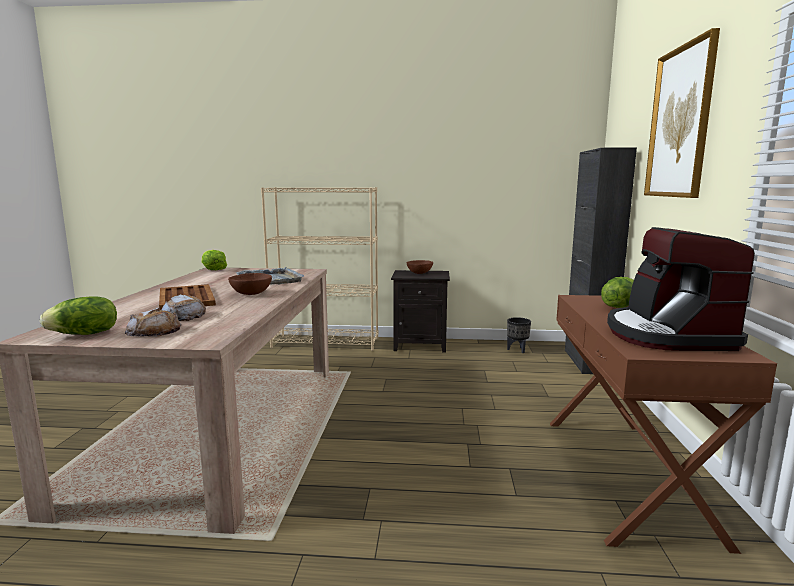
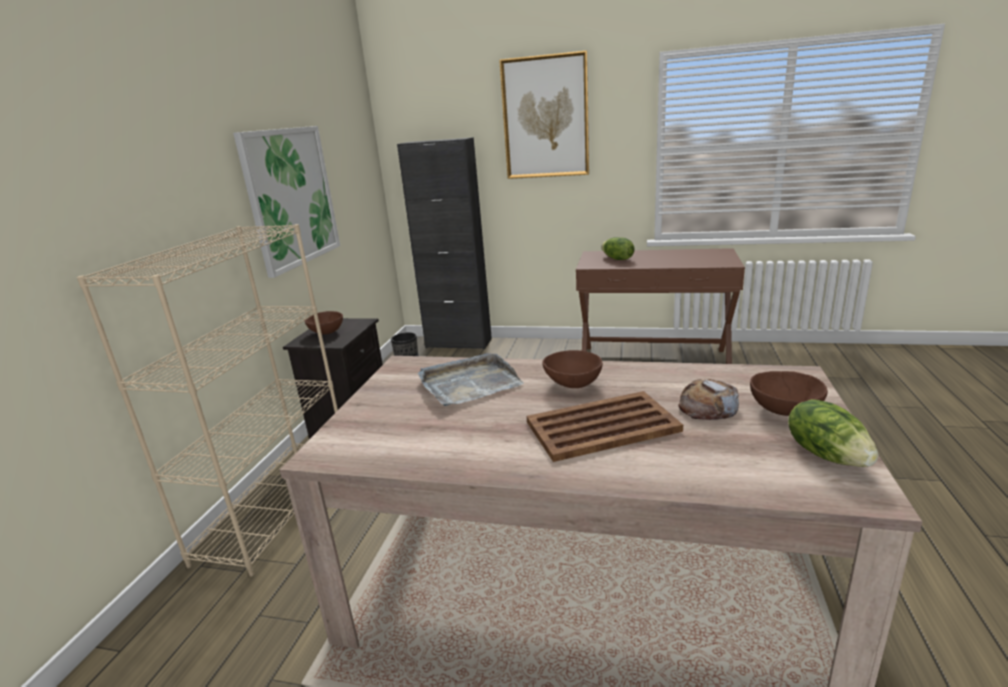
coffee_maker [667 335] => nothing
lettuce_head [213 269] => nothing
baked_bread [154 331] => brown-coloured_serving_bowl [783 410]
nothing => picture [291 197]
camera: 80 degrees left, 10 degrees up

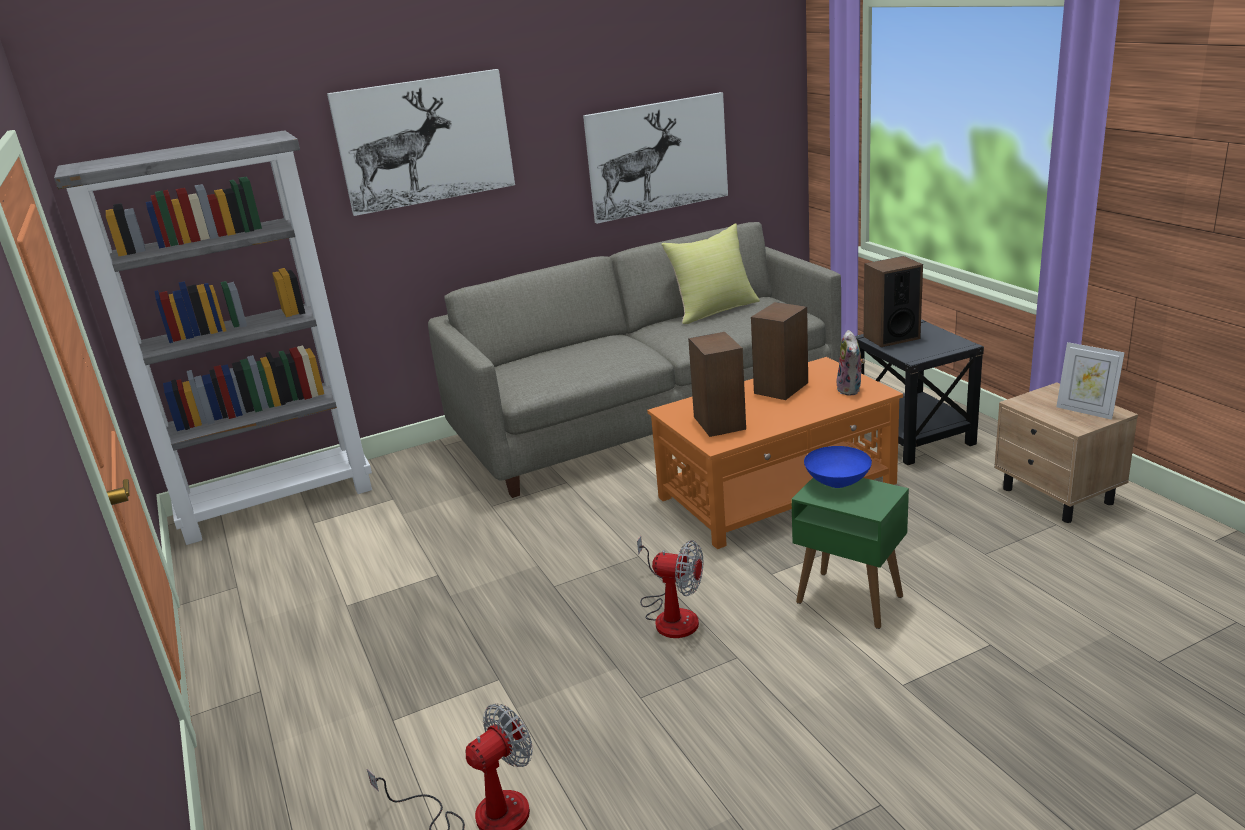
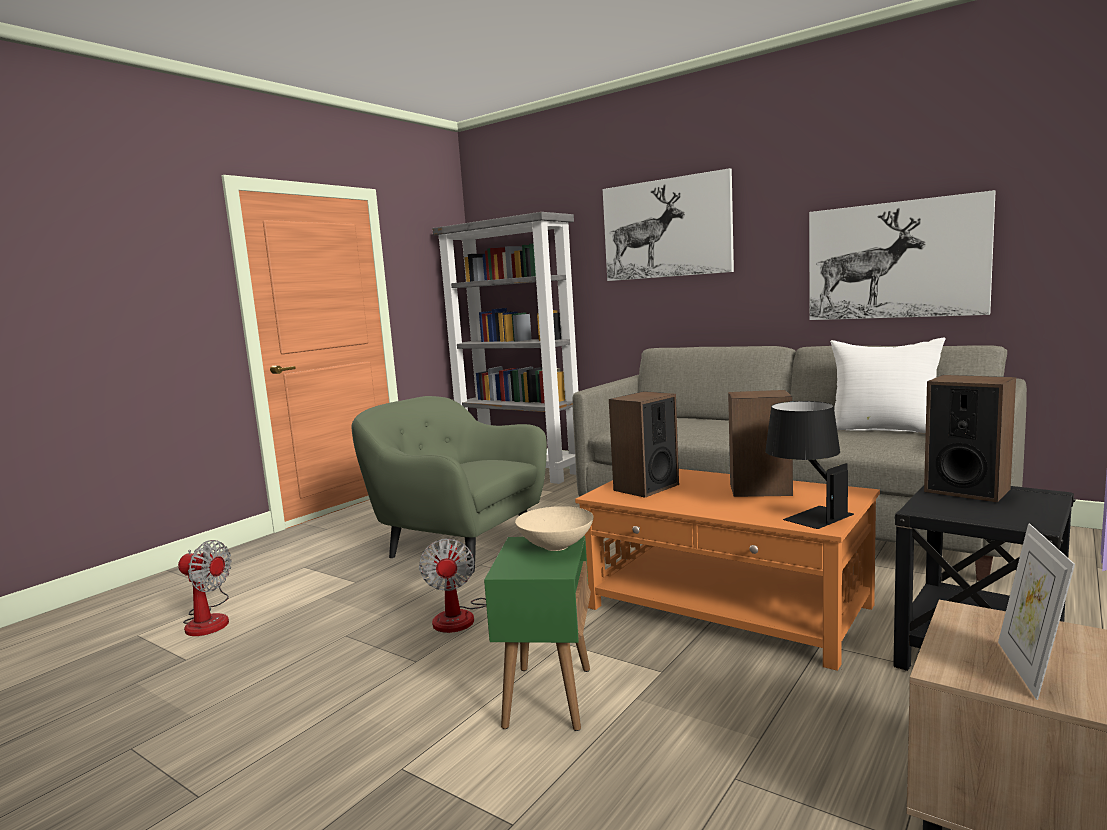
yellowish_pillow [714 310] => whitish_pillow [884 430]
plush_toy [851 390] => black-coloured_table_lamp [806 514]
blue-coloured_serving_bowl [837 482] => beige-coloured_serving_bowl [557 546]
nothing => green_armchair [458 545]
camera: 60 degrees right, 15 degrees down

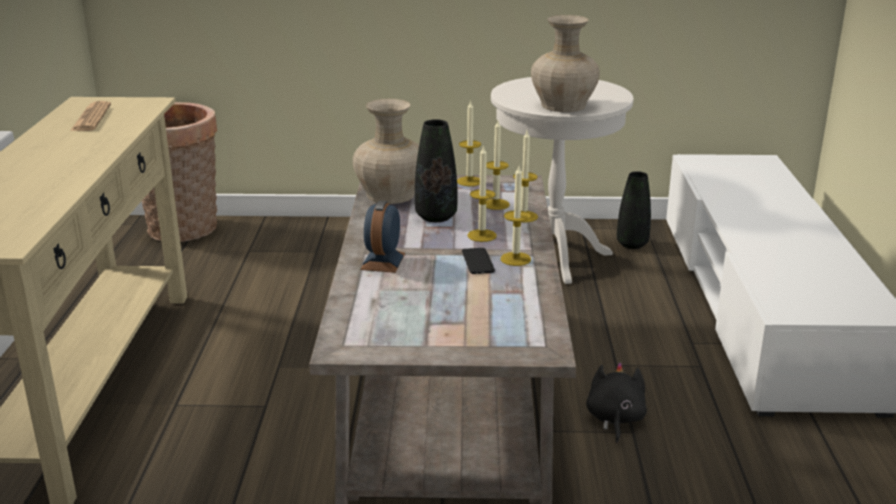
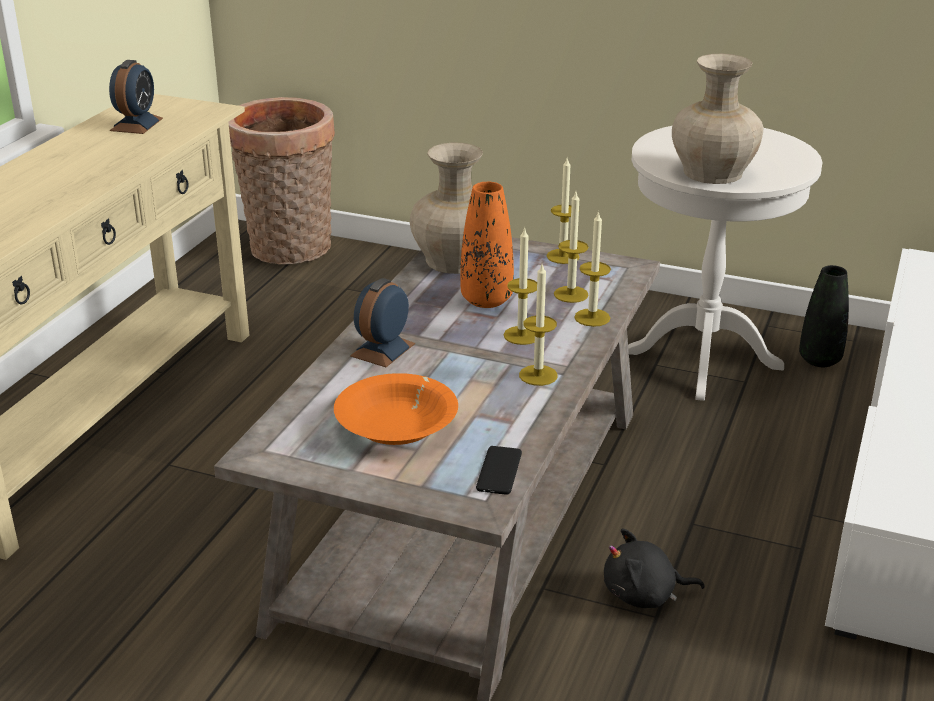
printed_paper [91 118] => alarm_clock [136 124]
black-coloured_vase [436 217] => orange-coloured_vase [486 300]
handset [478 261] => handset [499 471], shifted
black-coloured_plush_toy [614 419] => black-coloured_plush_toy [644 595], 120 degrees counterclockwise
nothing => orange-coloured_serving_bowl [397 425]
camera: 20 degrees right, 5 degrees up

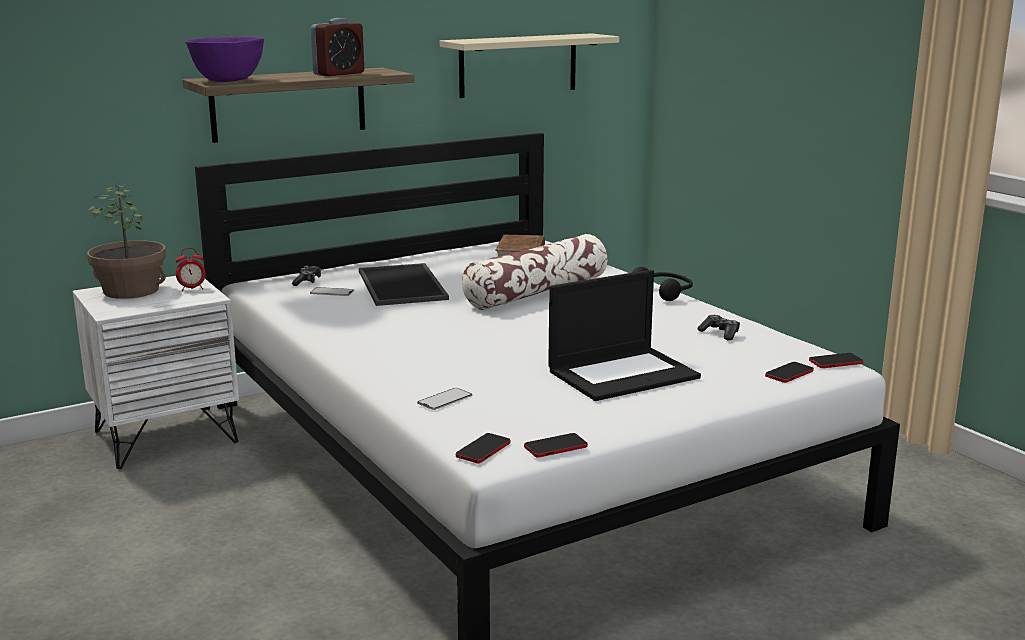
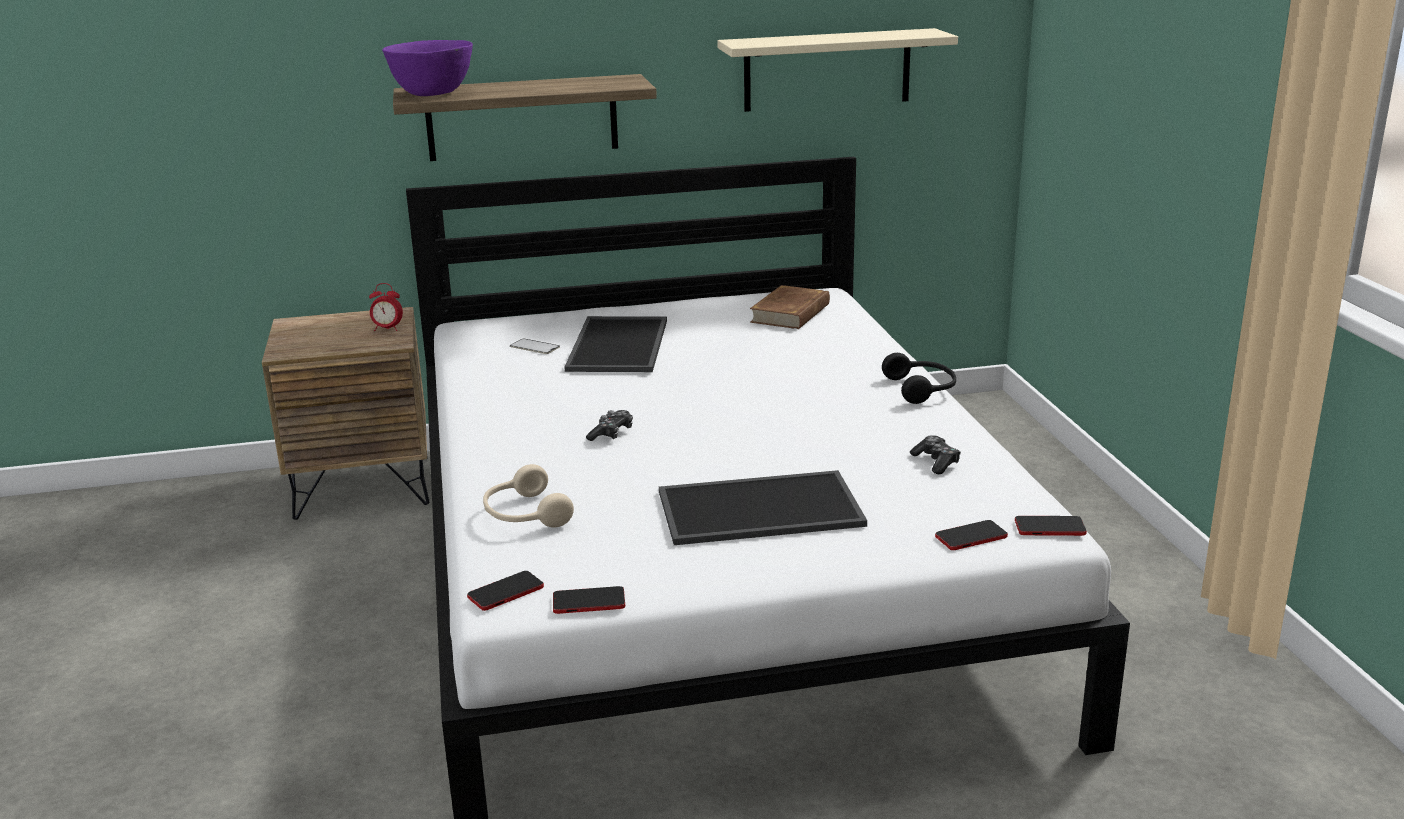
alarm_clock [339 74] => nothing
plant_in_a_pot [132 290] => nothing
pillow [537 292] => nothing
game_controller [308 281] => game_controller [611 434], shifted
portable_computer [623 374] => carrying_tray [761 507]
whitish_nightstand [166 436] => brown-coloured_nightstand [363 486]
handset [444 399] => beige-coloured_pair_of_headphones [524 515]
camera: 20 degrees right, 5 degrees up

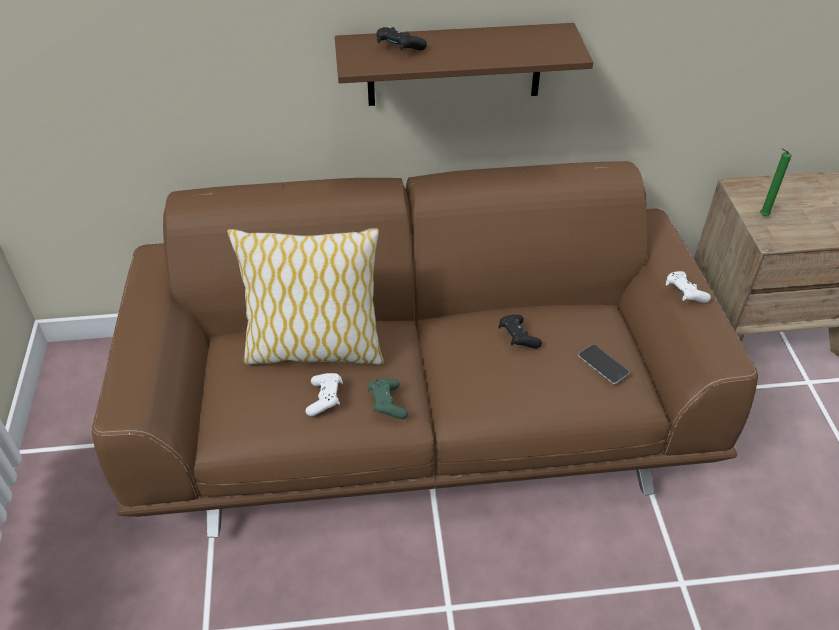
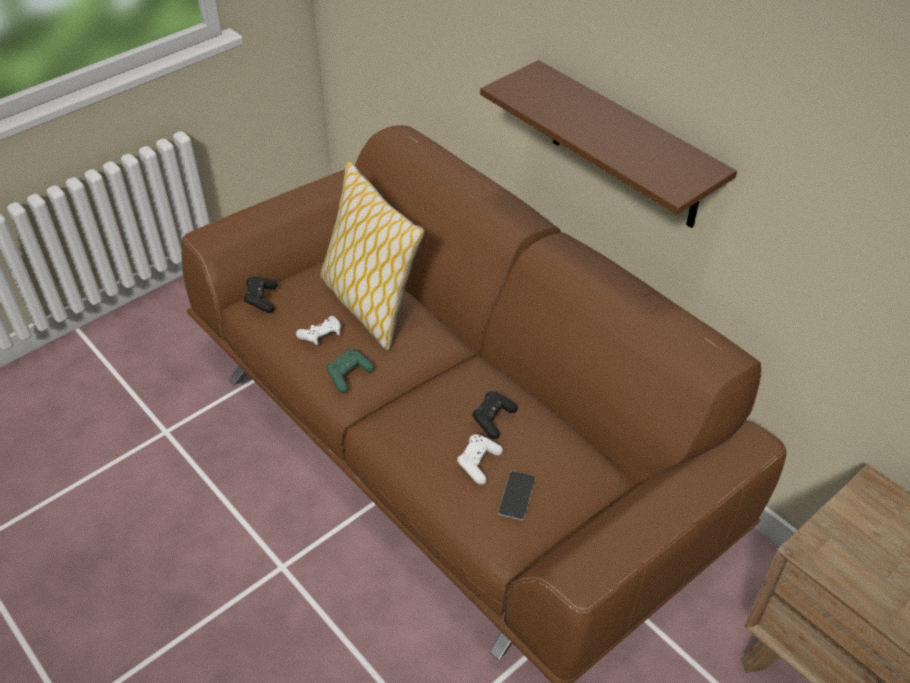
black-coloured_game_controller [399 49] => black-coloured_game_controller [261 300], shifted
green_wax_light [762 216] => nothing
whitish_game_controller [684 294] => whitish_game_controller [478 463], shifted
camera: 55 degrees right, 0 degrees up

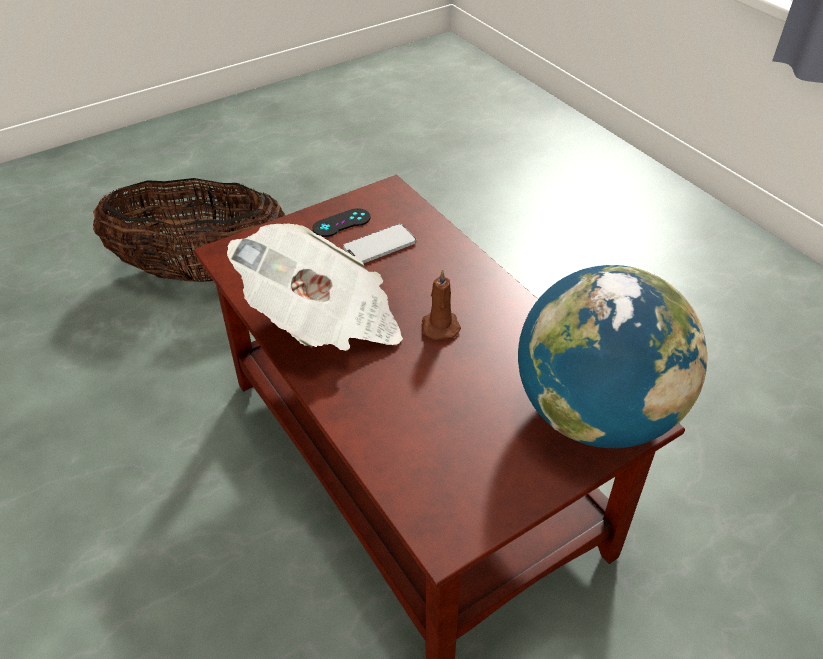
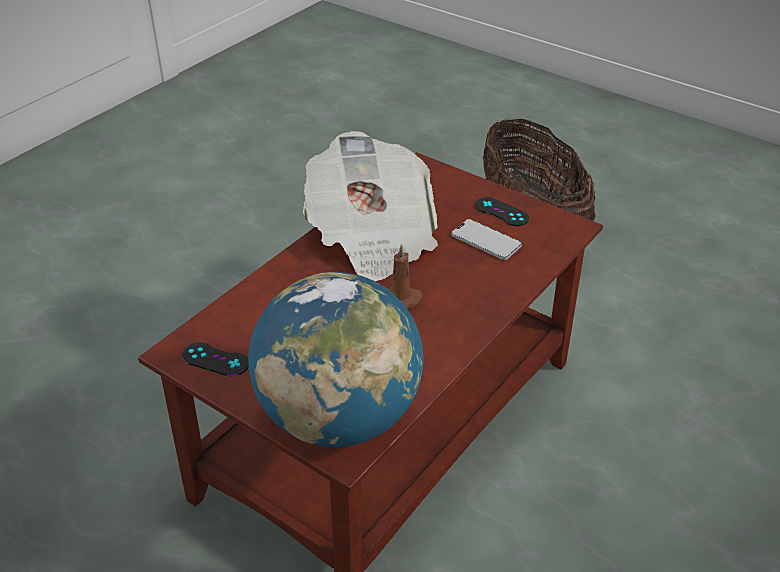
nothing => black-coloured_game_controller [215 360]
camera: 70 degrees right, 5 degrees down

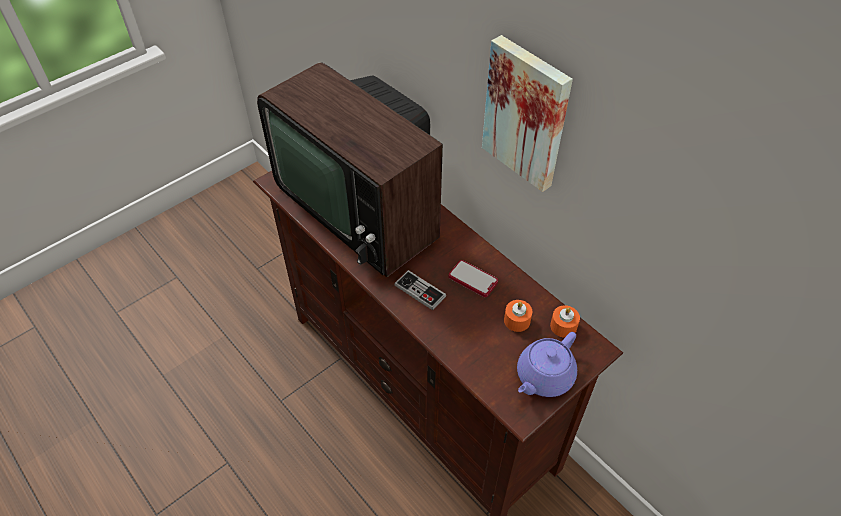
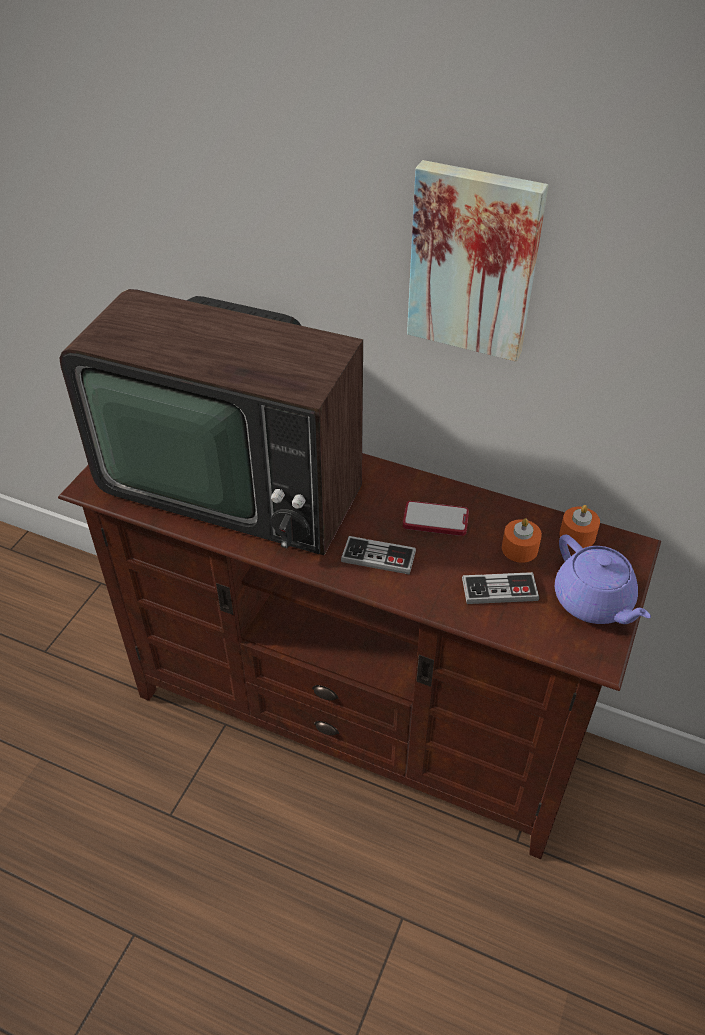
purple-coloured_pot_for_tea [543 377] => purple-coloured_pot_for_tea [594 602], 45 degrees counterclockwise
nothing => game_controller [499 590]
camera: 25 degrees left, 5 degrees down

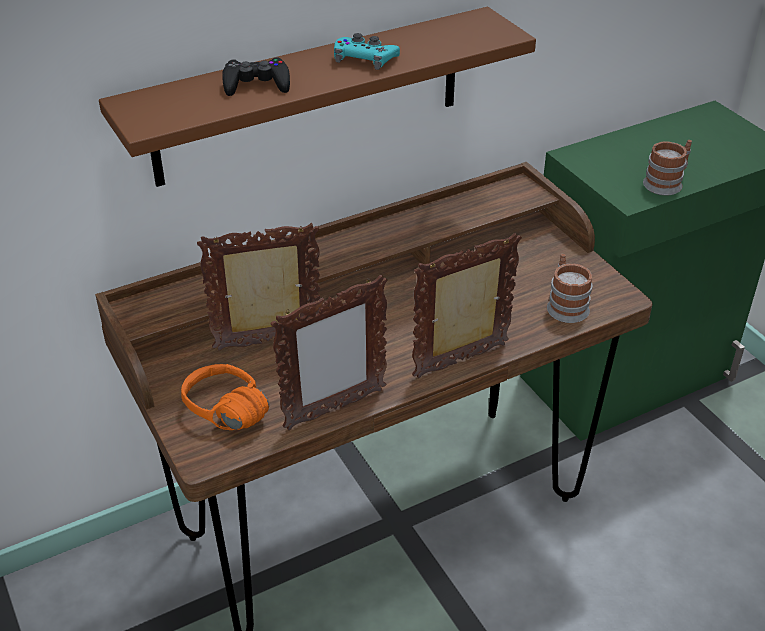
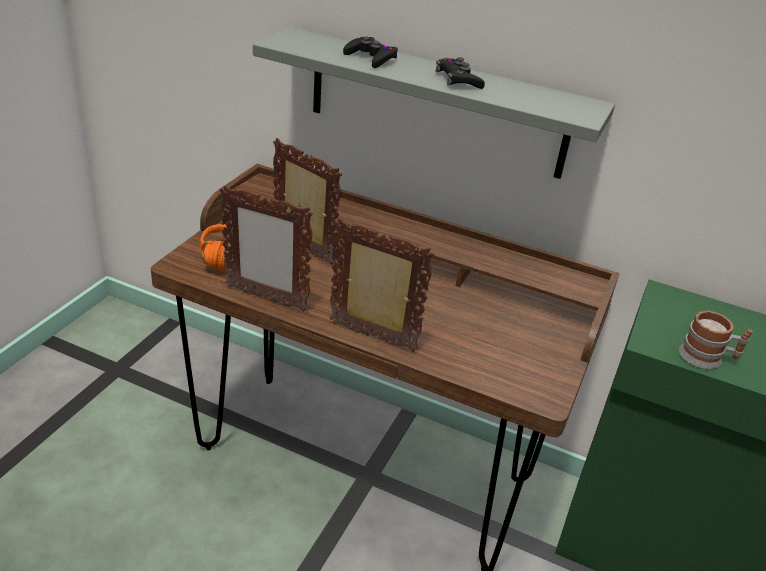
brown-coloured_bracket_shelf [309 97] => grey_bracket_shelf [436 103]
blue-green_game_controller [365 59] => black-coloured_game_controller [458 80]
tea_mug [565 305] => nothing
camera: 50 degrees right, 5 degrees down

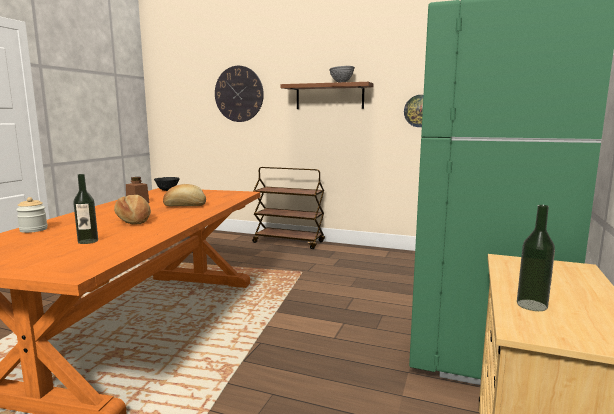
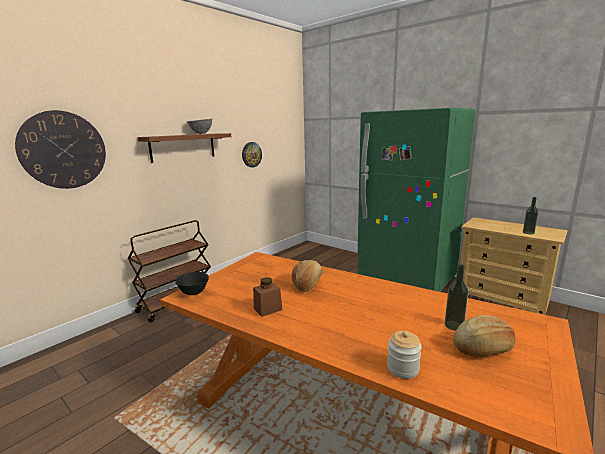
baked_bread [134 220] => baked_bread [483 348], shifted
camera: 70 degrees left, 5 degrees up

